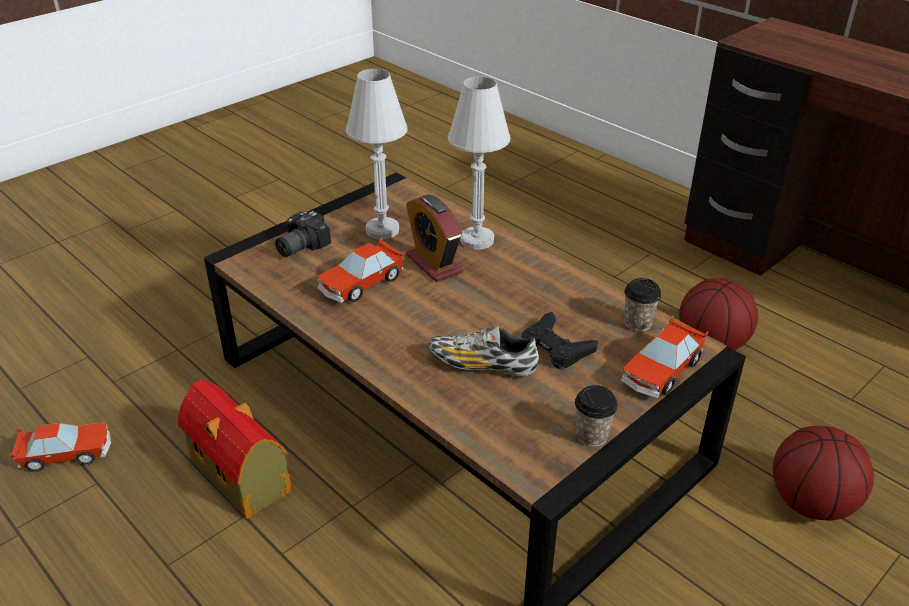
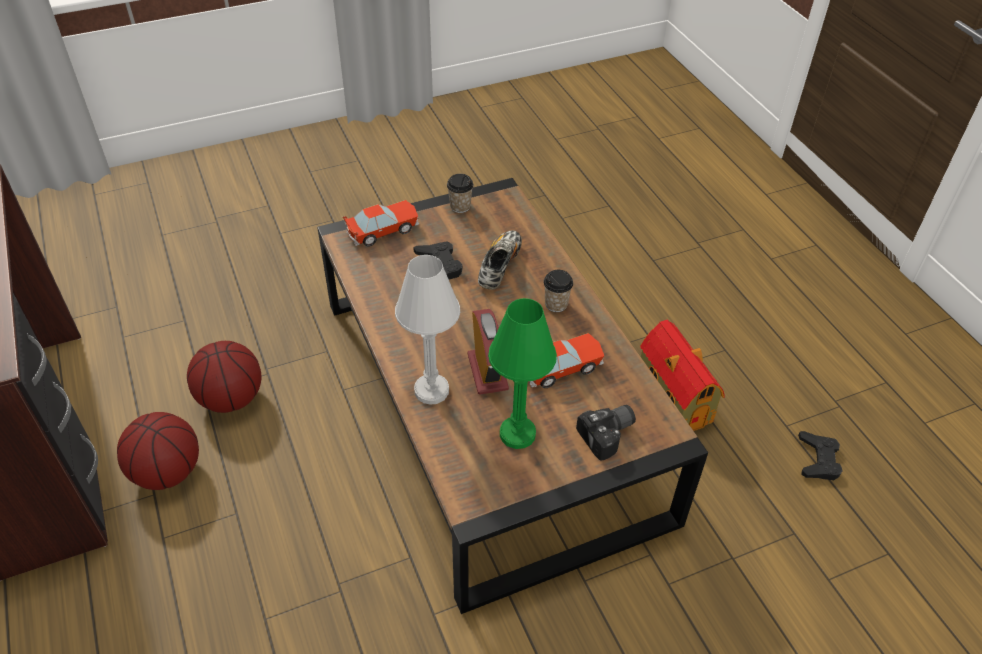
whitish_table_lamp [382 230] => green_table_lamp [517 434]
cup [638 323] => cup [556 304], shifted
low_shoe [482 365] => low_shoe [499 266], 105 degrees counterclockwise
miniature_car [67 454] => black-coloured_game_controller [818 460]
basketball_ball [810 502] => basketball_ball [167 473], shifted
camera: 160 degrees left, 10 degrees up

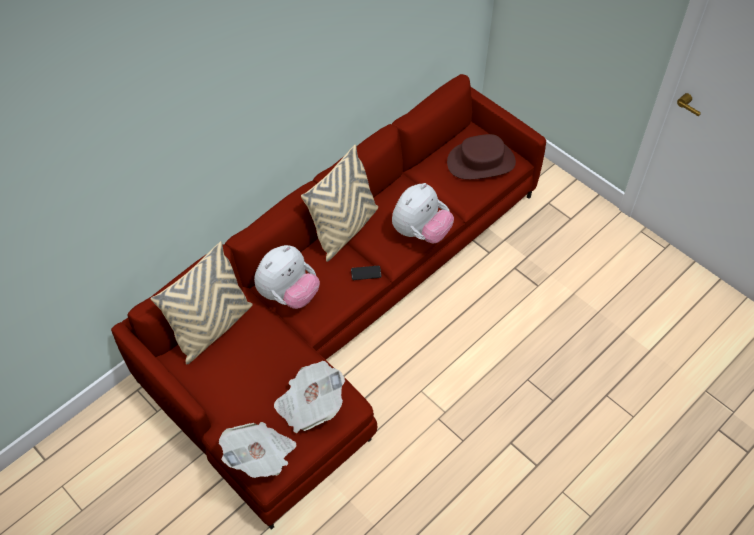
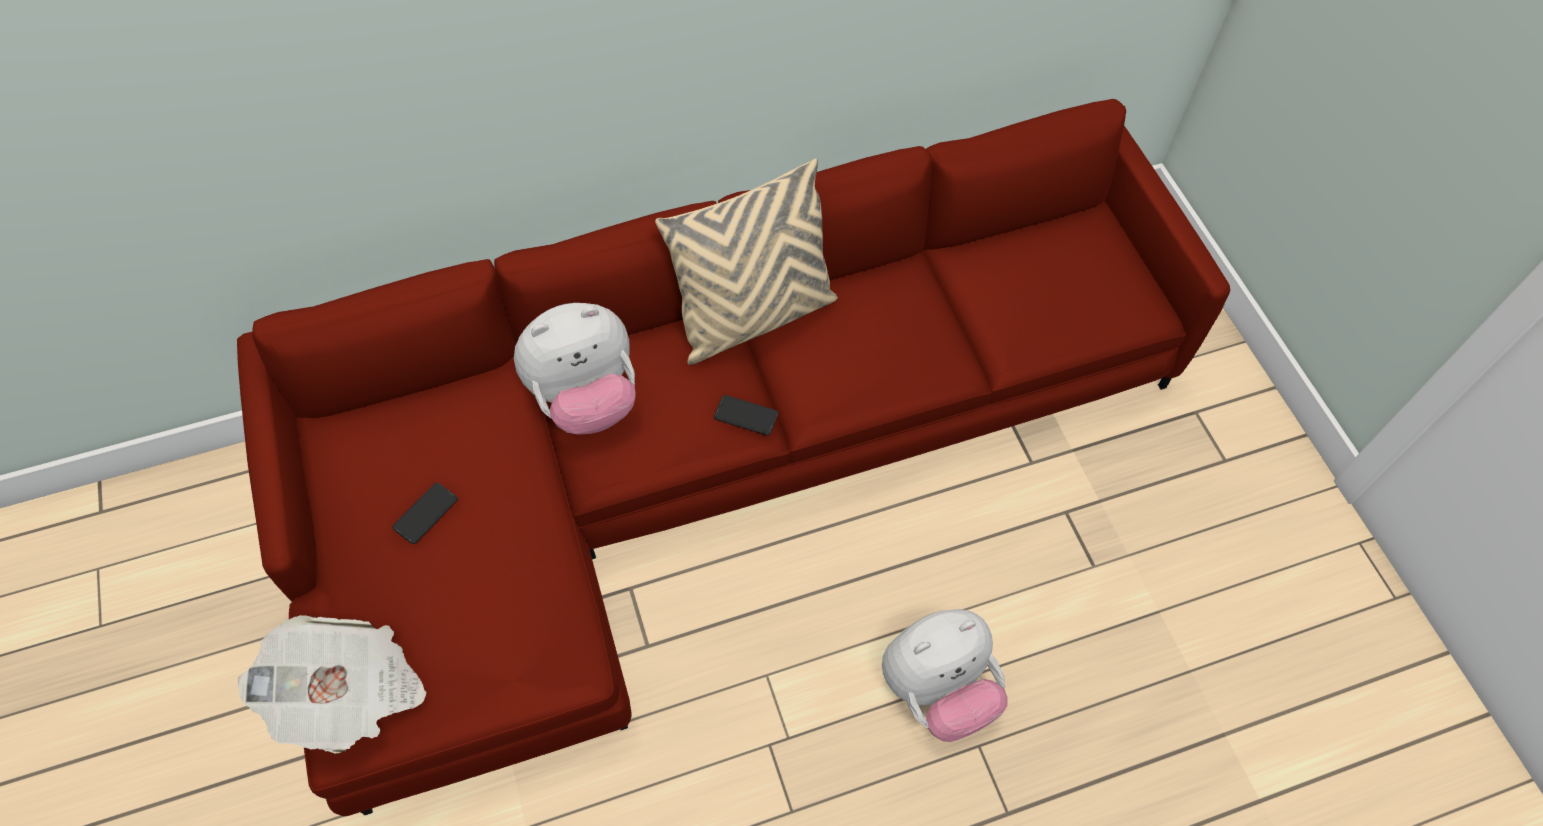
brown-coloured_wearable_hat [481 162] => nothing
plush_toy [420 232] => plush_toy [937 689], shifted
beige-coloured_pillow [212 328] => nothing
printed_paper [310 405] => nothing
nothing => handset [425 513]
camera: 25 degrees right, 5 degrees up

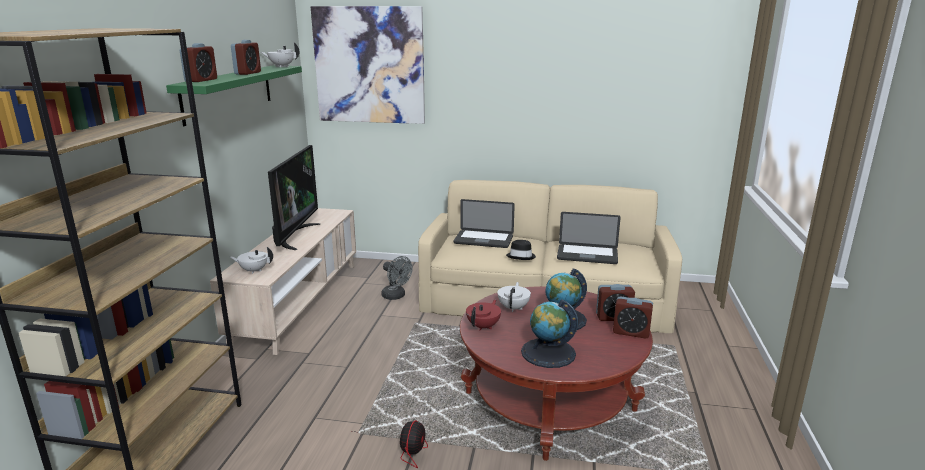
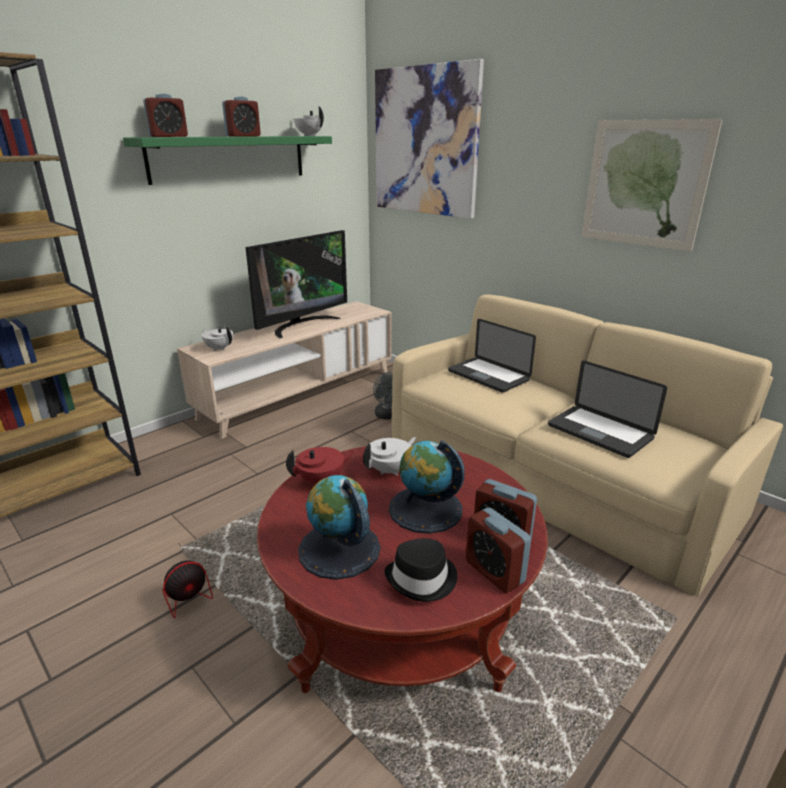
black-coloured_wearable_hat [521 256] => black-coloured_wearable_hat [422 579], shifted
nothing => picture [644 184]
camera: 35 degrees right, 5 degrees up

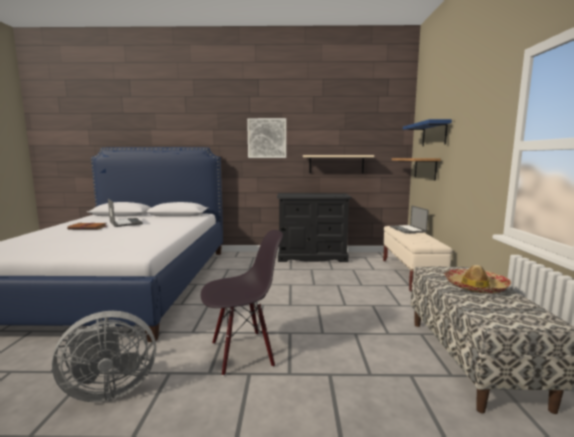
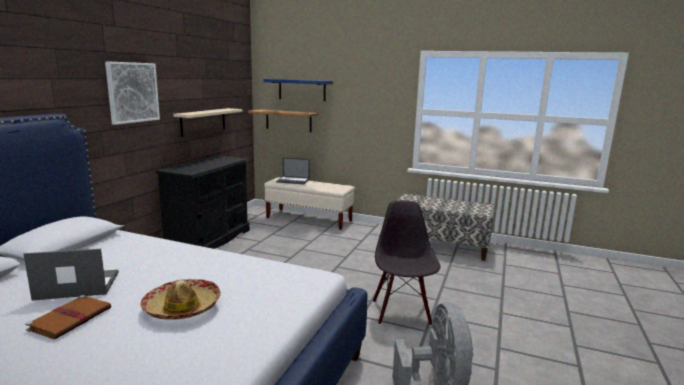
wearable_hat [475 287] => wearable_hat [182 307], shifted
camera: 70 degrees left, 5 degrees up

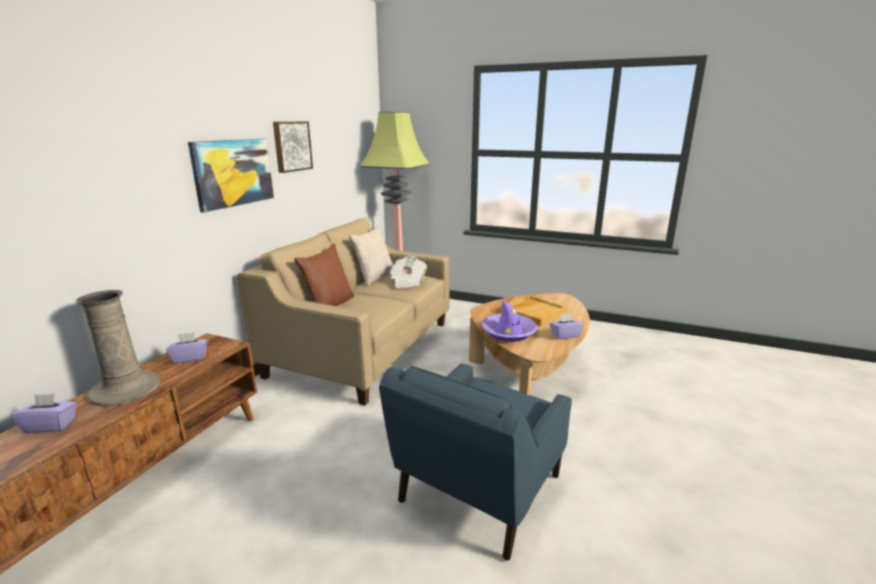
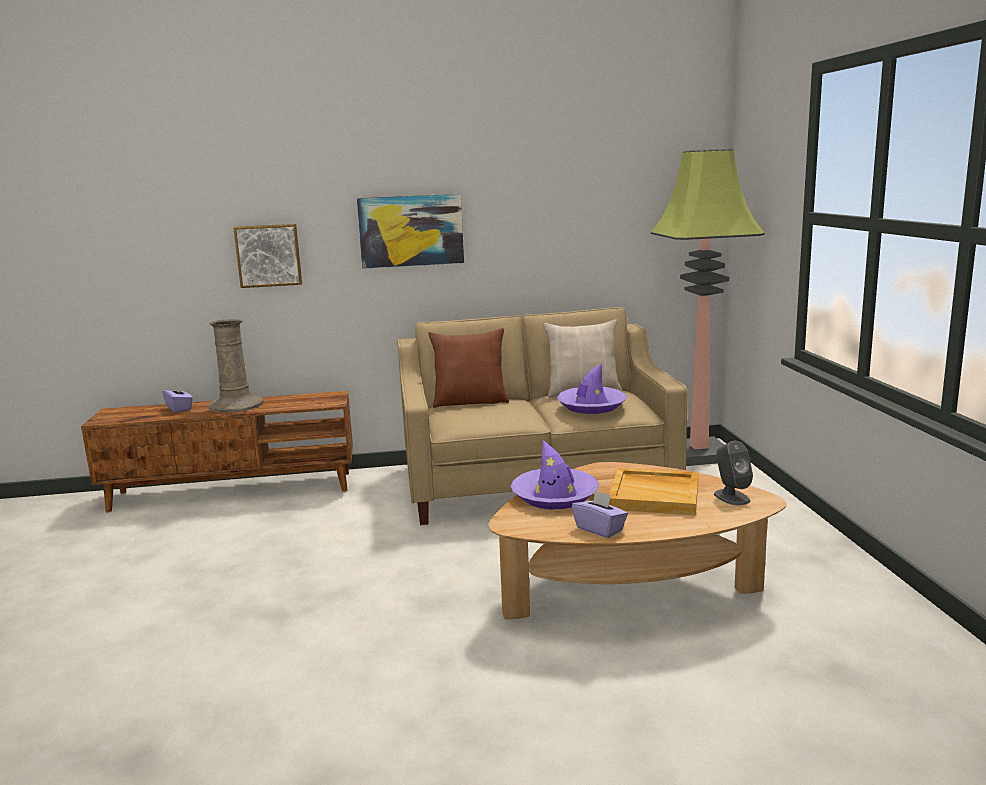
picture [291 146] => picture [268 255], shifted
printed_paper [407 282] => purple-coloured_wearable_hat [591 406]
purple-coloured_tissue_holder [190 358] => nothing
blue-coloured_armchair [477 491] => nothing
nothing => grey_speaker [731 497]
camera: 60 degrees right, 5 degrees down

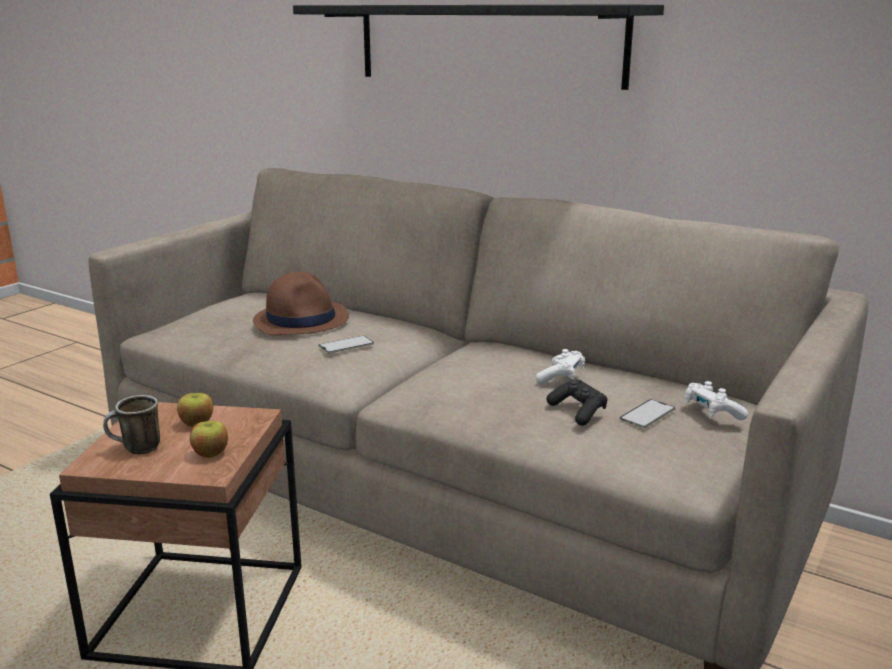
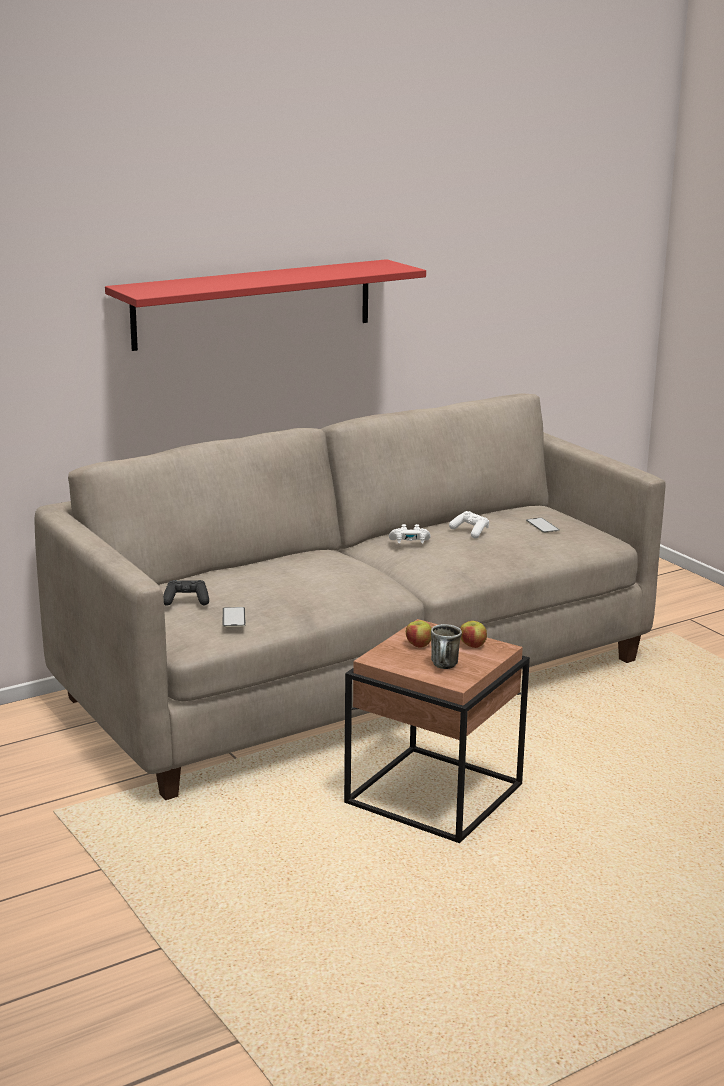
black-coloured_bracket_shelf [486 44] => reddish_bracket_shelf [254 304]
brown-coloured_wearable_hat [302 319] => nothing
handset [346 345] => handset [234 617], shifted
black-coloured_game_controller [578 412] => black-coloured_game_controller [186 601], shifted
whitish_game_controller [711 412] => whitish_game_controller [410 543], shifted
camera: 65 degrees left, 0 degrees up

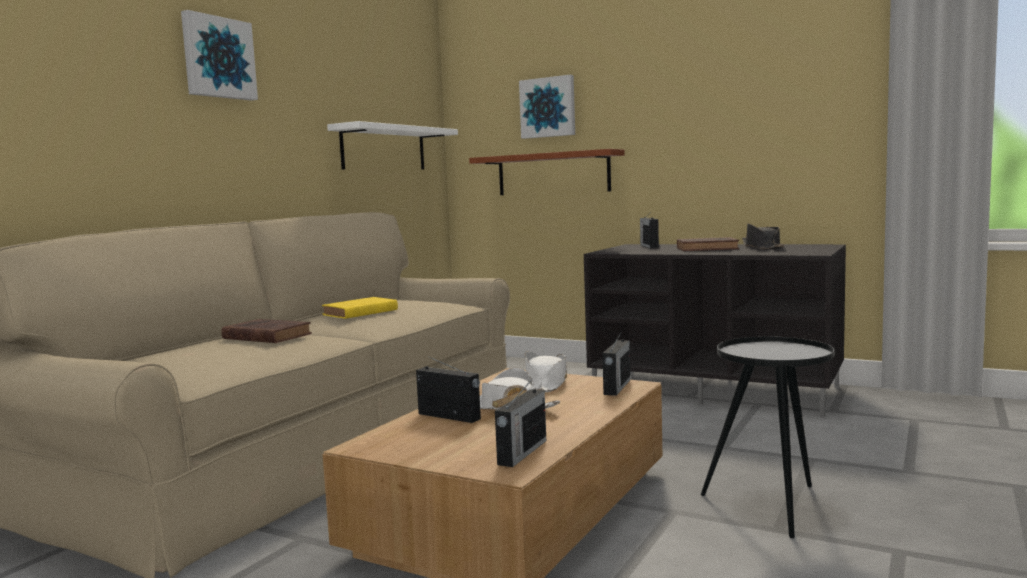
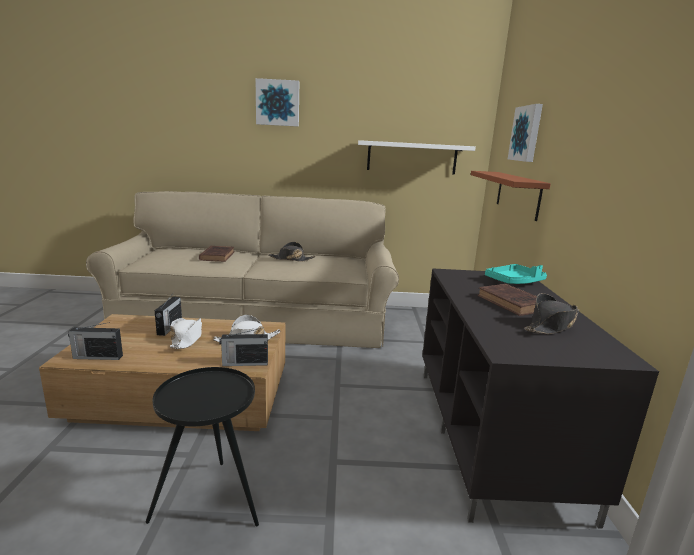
radio_receiver [649 246] => blue-green_carrying_tray [514 281]
yellowish_volume [358 313] => black-coloured_wearable_hat [291 259]
camera: 60 degrees right, 10 degrees up

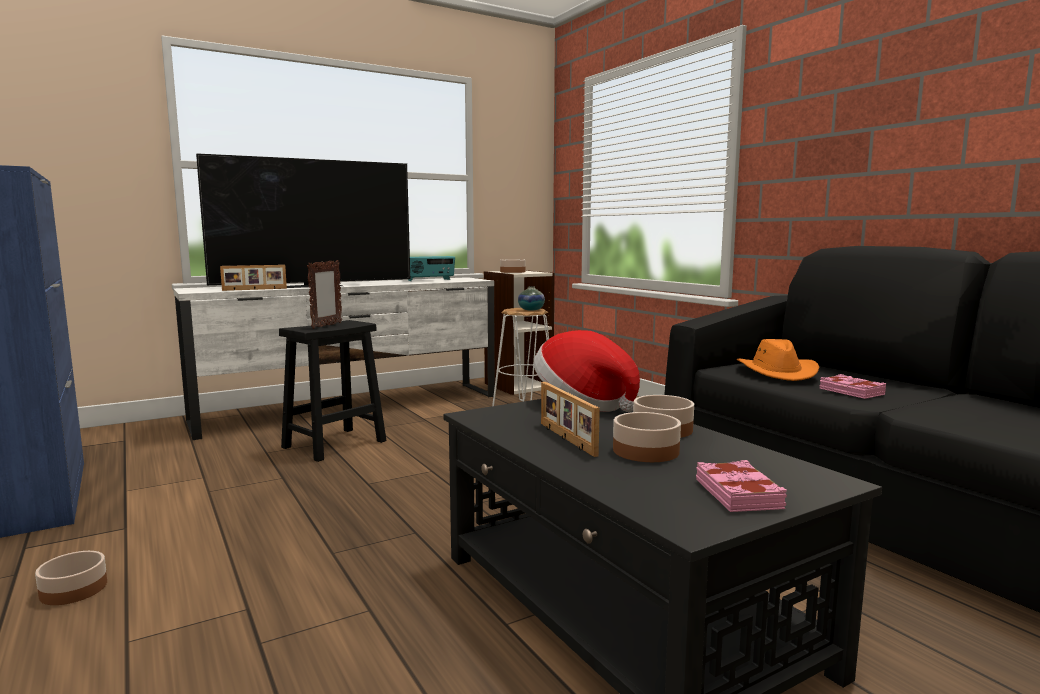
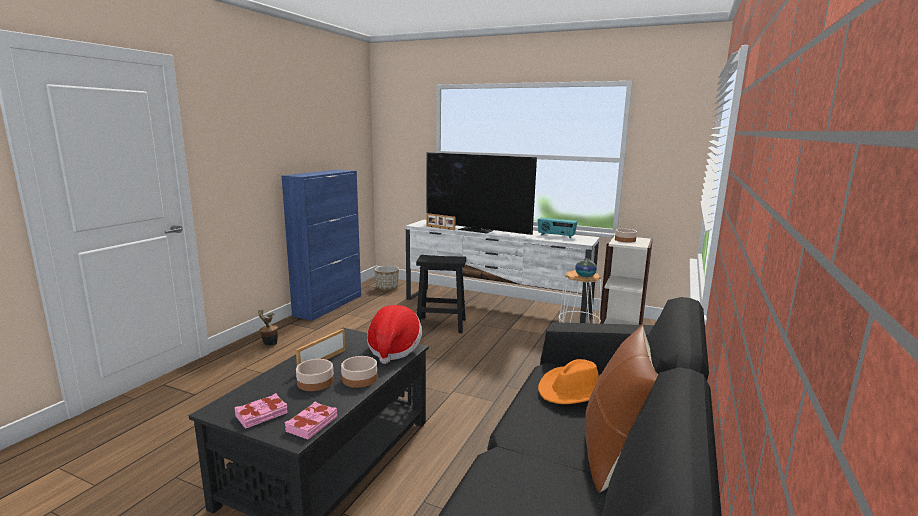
photo_frame [326 325] => nothing
pink_volume [851 392] => pink_volume [311 424], shifted
serving_bowl [73 590] => plant_in_a_pot [269 344]
nothing => plant_pot [387 288]
nothing => brown-coloured_pillow [614 453]
camera: 55 degrees right, 5 degrees up

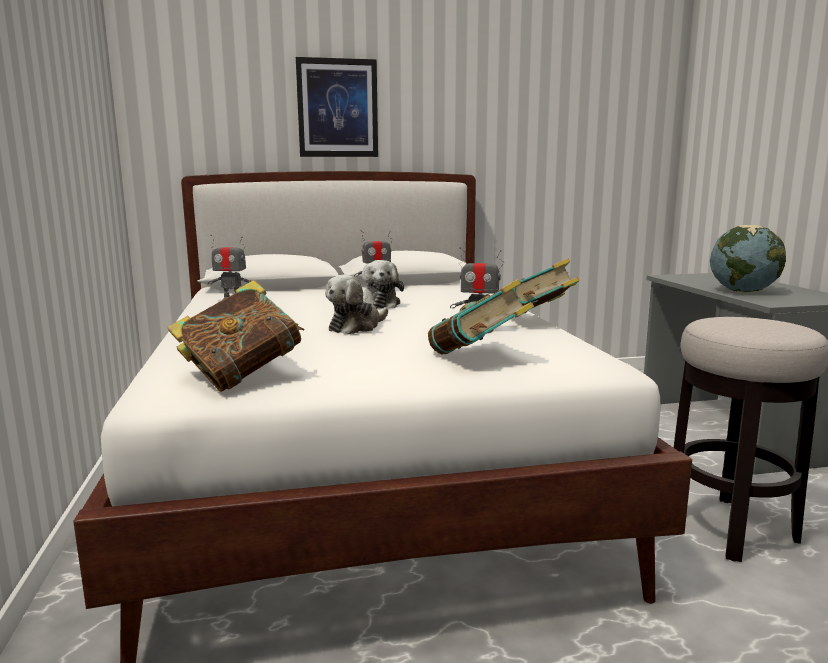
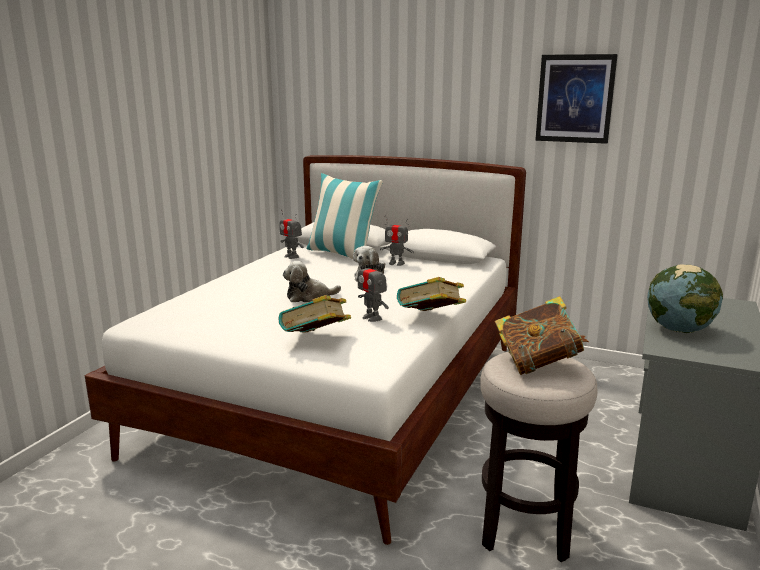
picture [337 108] => picture [575 99], shifted
volume [241 377] => volume [538 364], shifted
nothing => pillow [342 255]
camera: 35 degrees right, 5 degrees up

